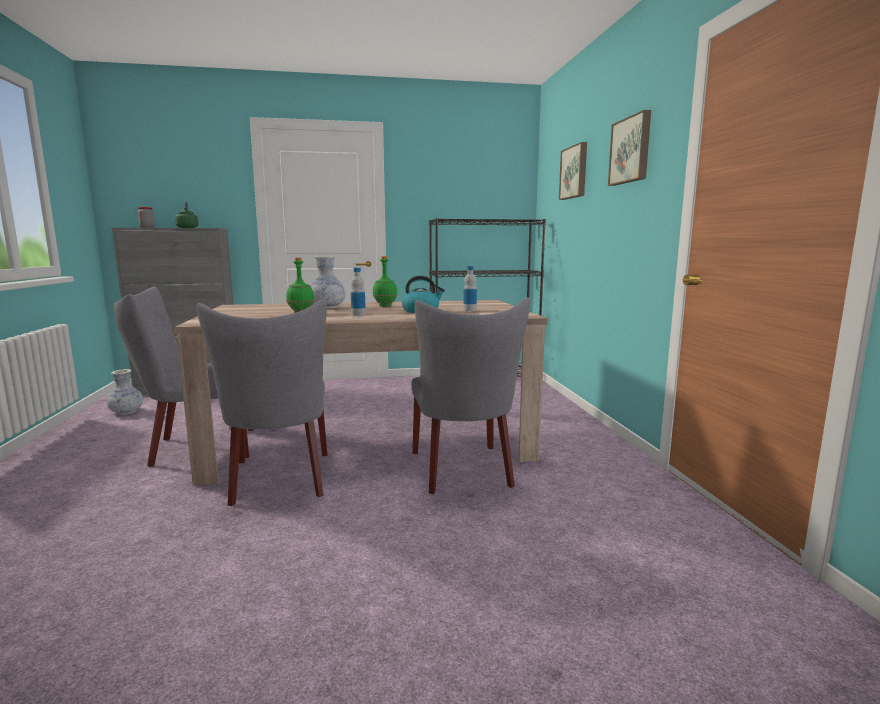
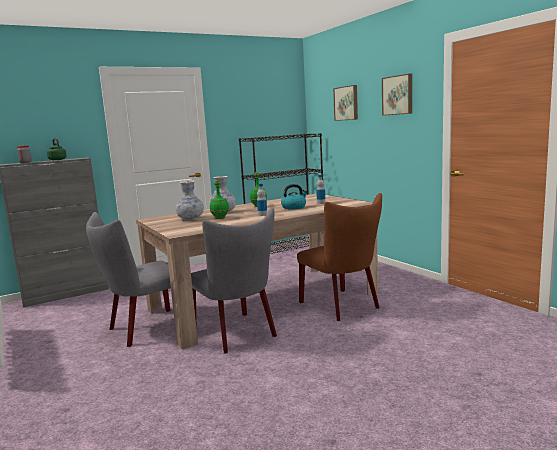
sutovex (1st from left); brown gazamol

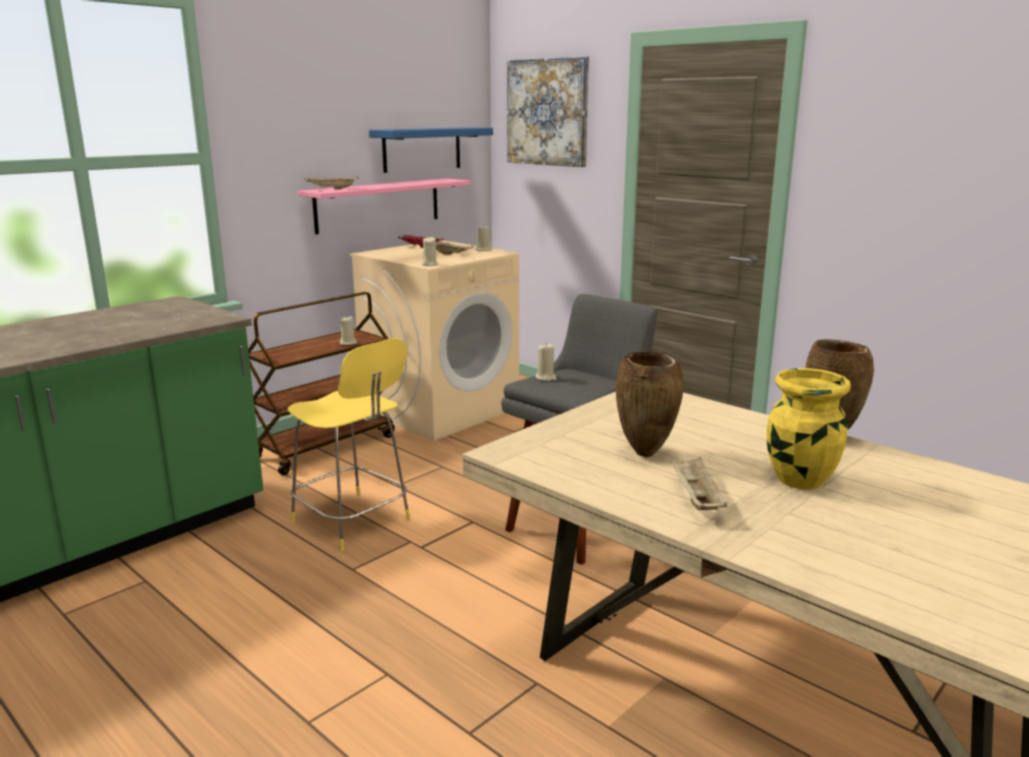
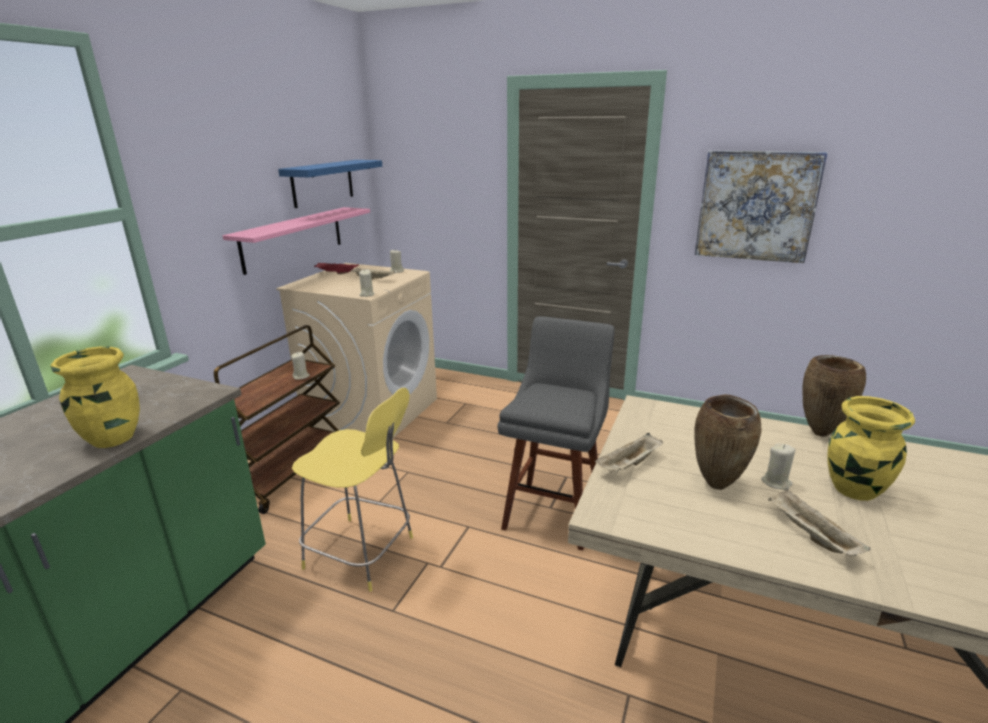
yellow sutovex (1st from left); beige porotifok (2nd from left); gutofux; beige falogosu (4th from left)

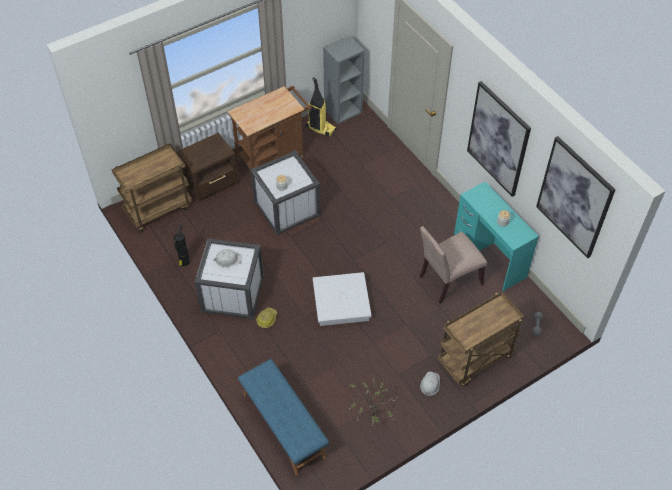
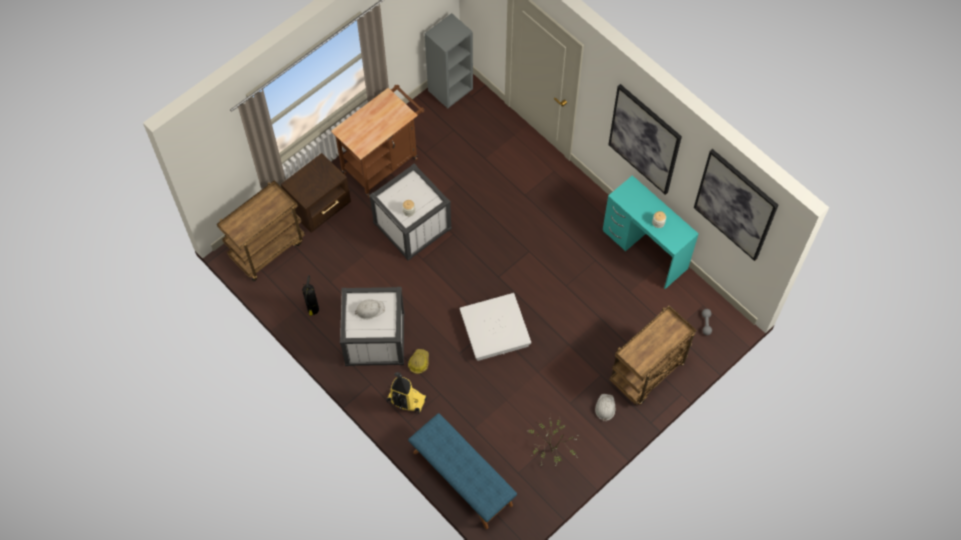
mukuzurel; beige gazamol

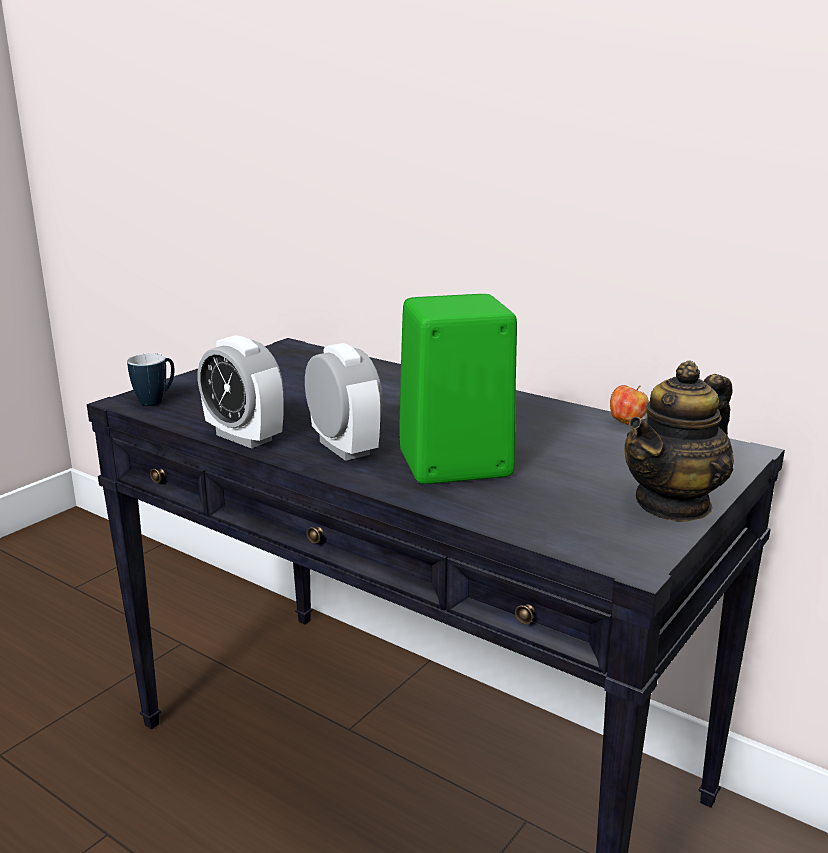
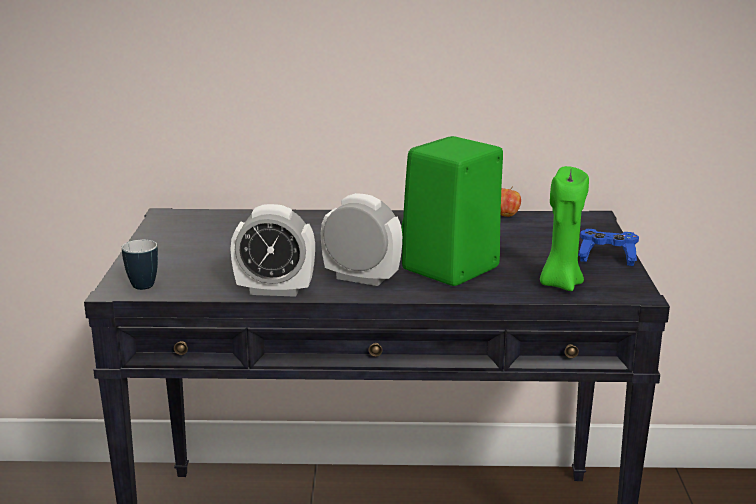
green falogosu; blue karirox

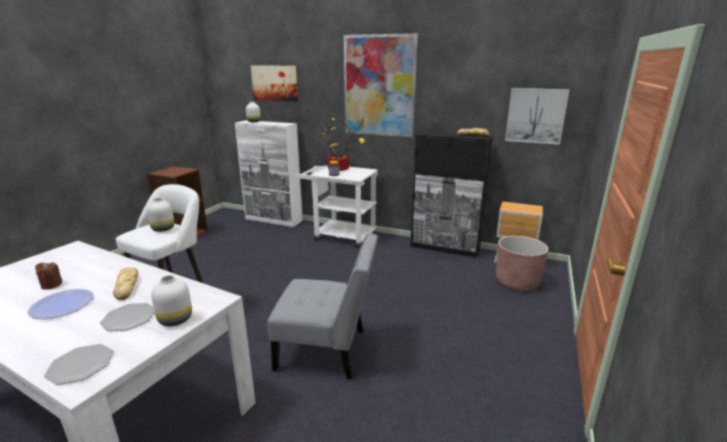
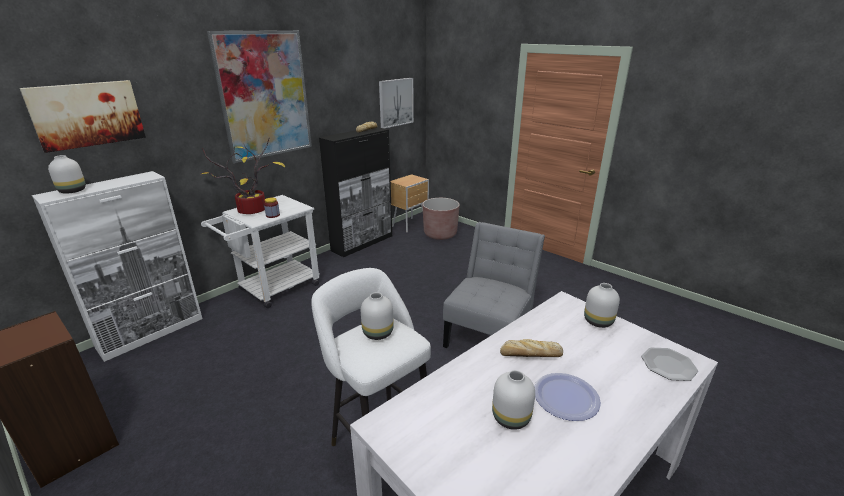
white sutovex (3rd from left); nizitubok (3rd from left in the first image)

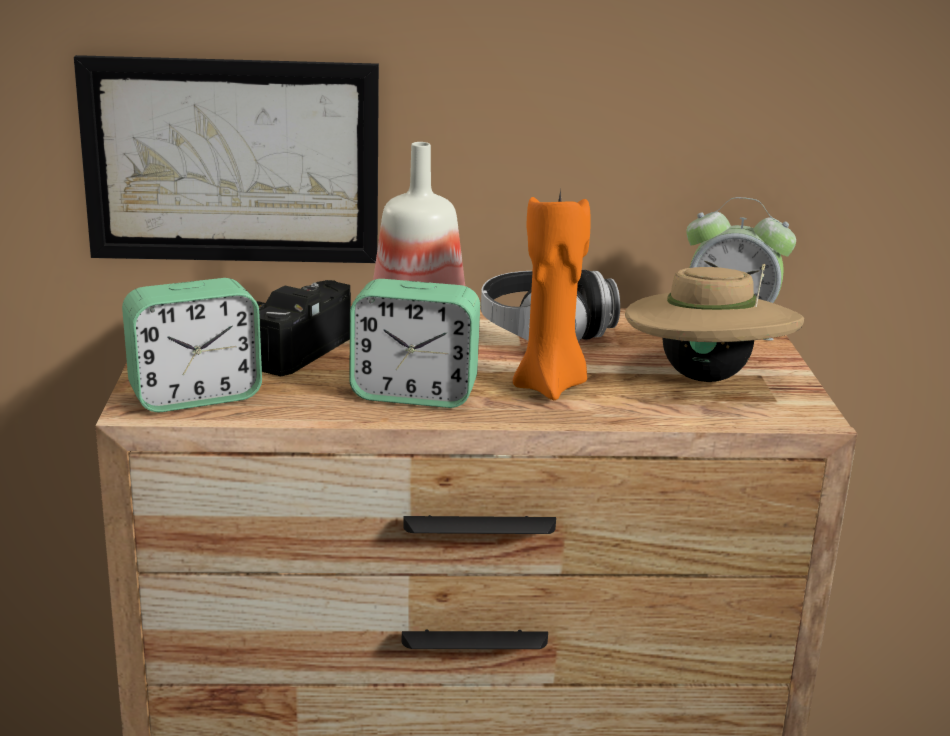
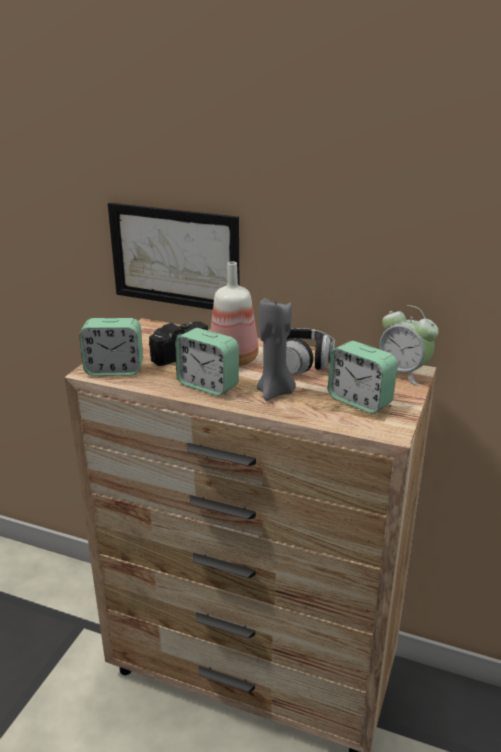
grey falogosu; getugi (3rd from left)

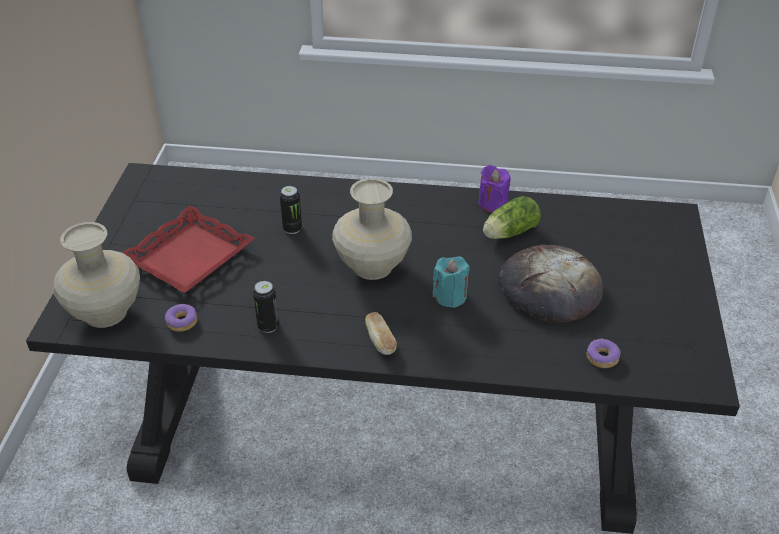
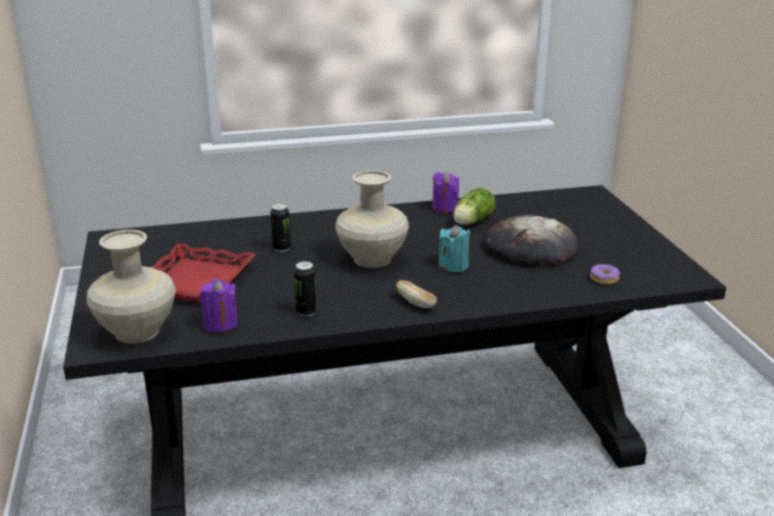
purple falogosu (1st from left)

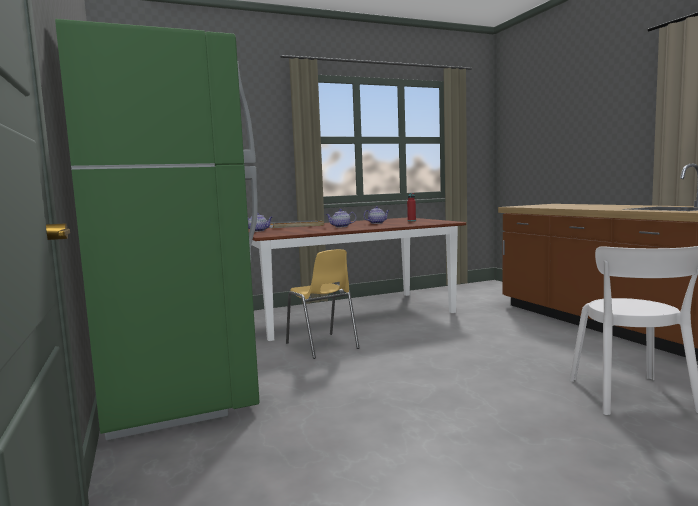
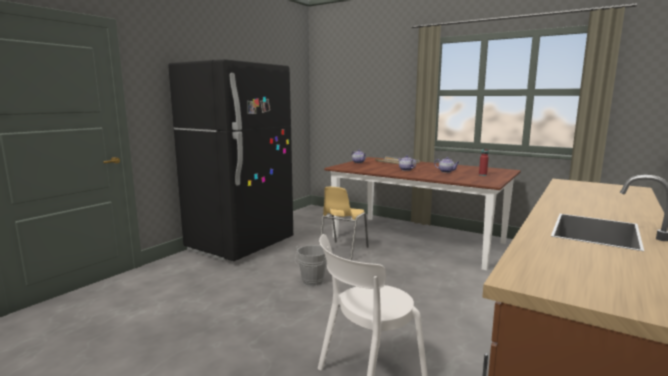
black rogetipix; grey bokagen

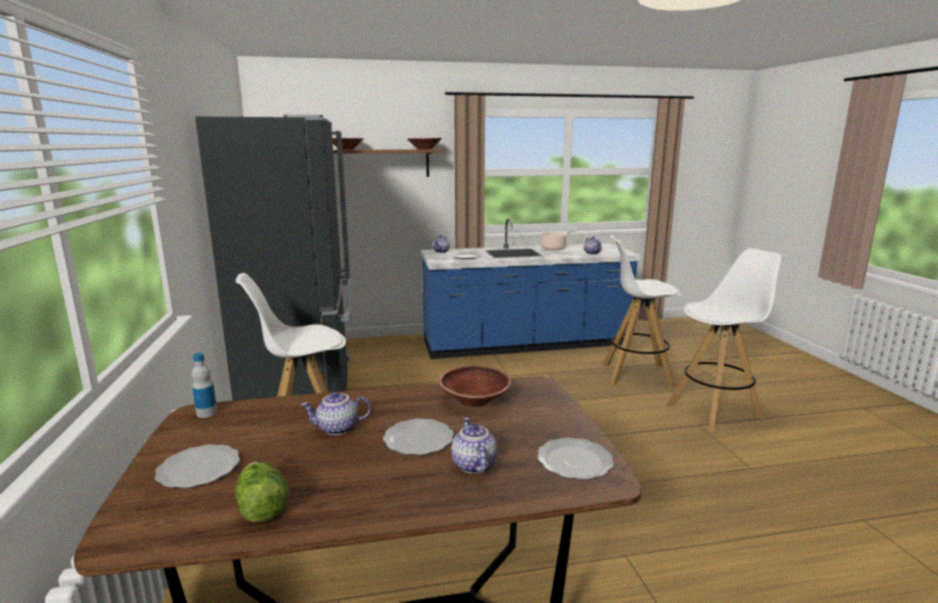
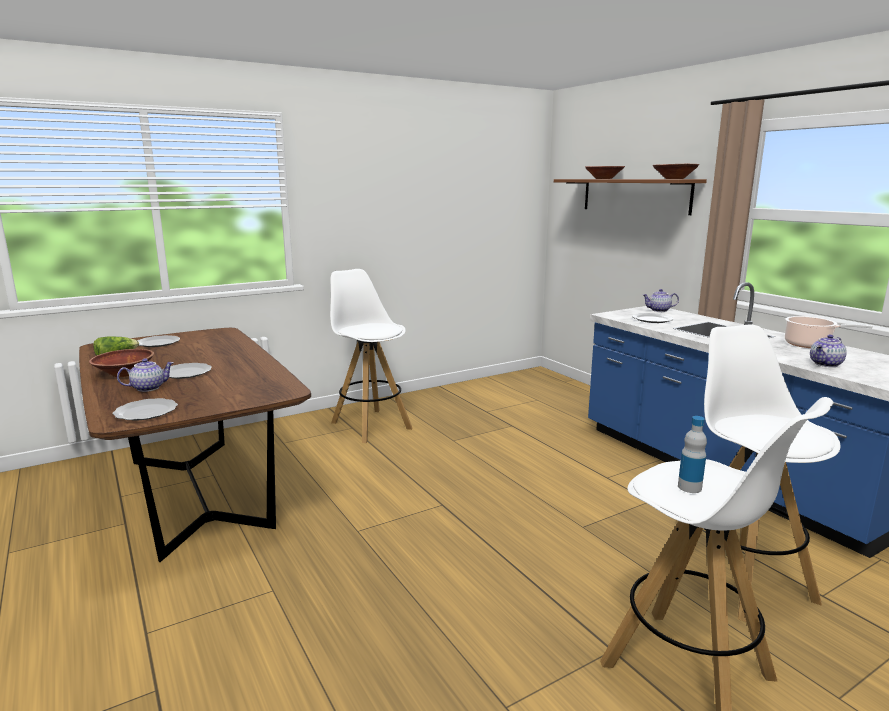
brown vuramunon (1st from left); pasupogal; black rogetipix; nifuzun (1st from left in the first image)

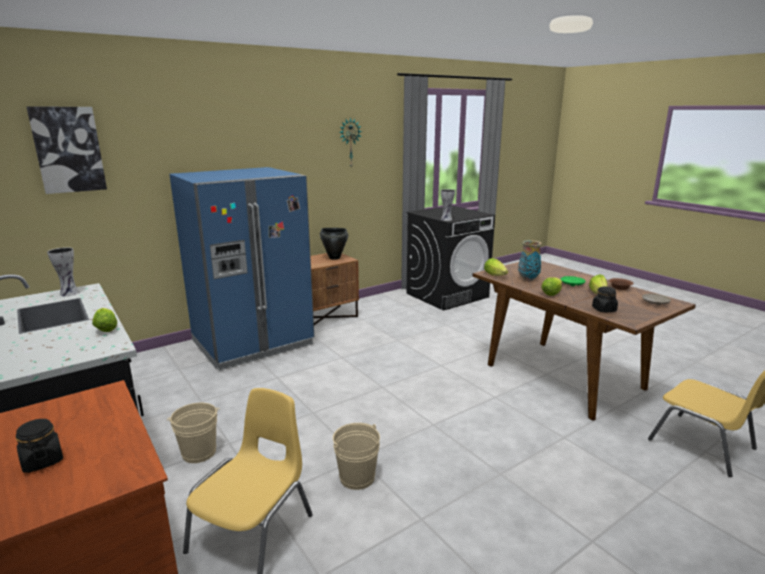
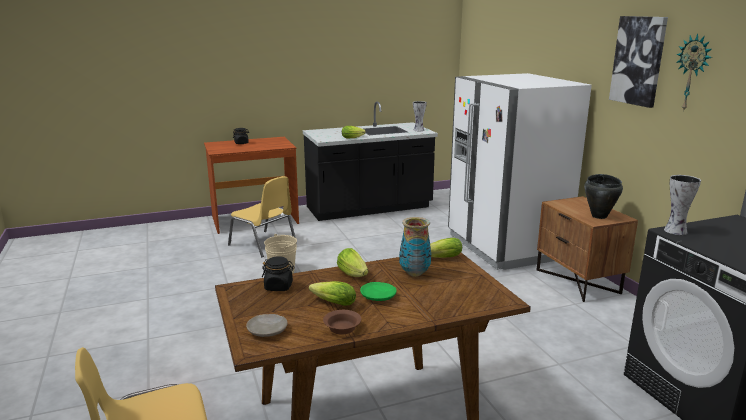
white rogetipix; gutofux; beige bokagen (1st from left in the first image)

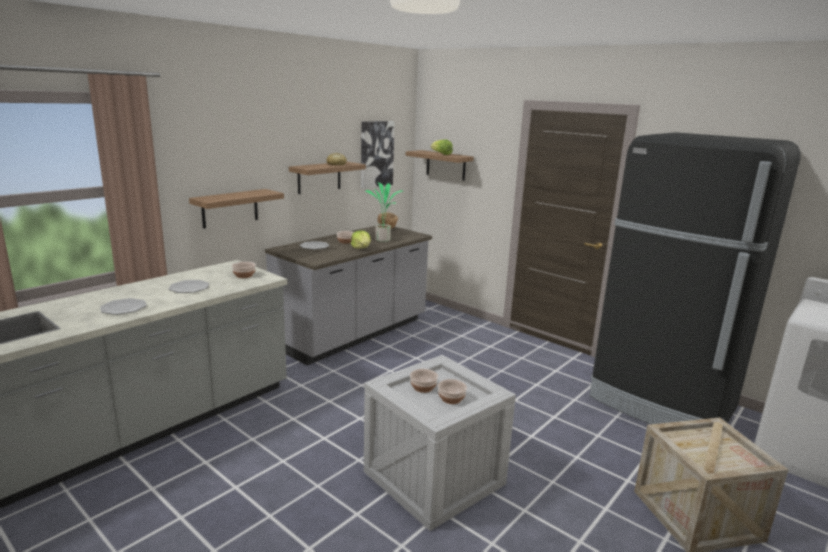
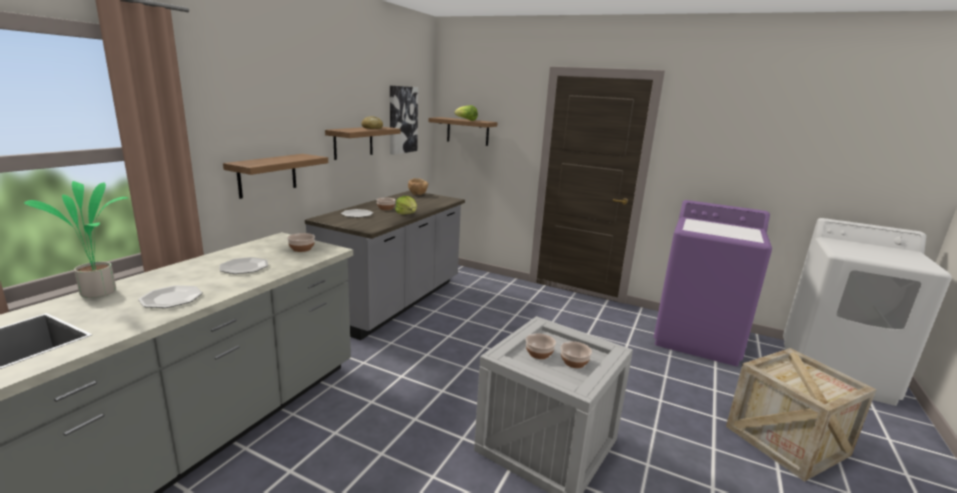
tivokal; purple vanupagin

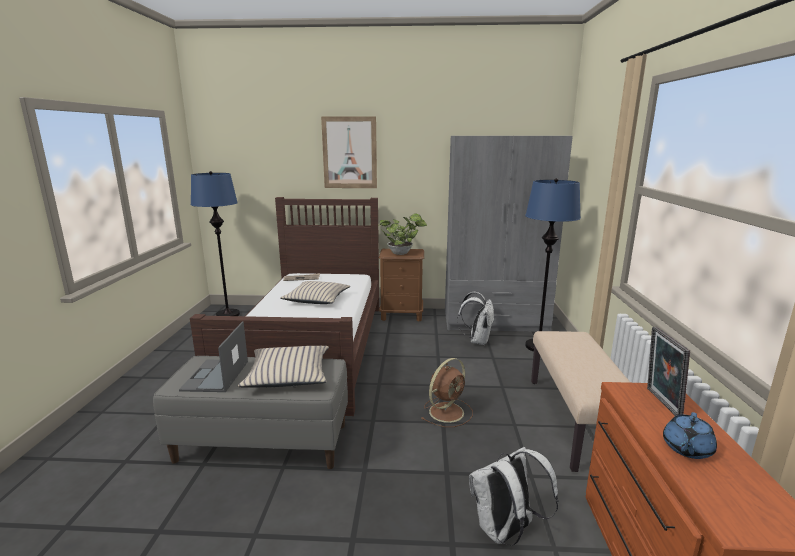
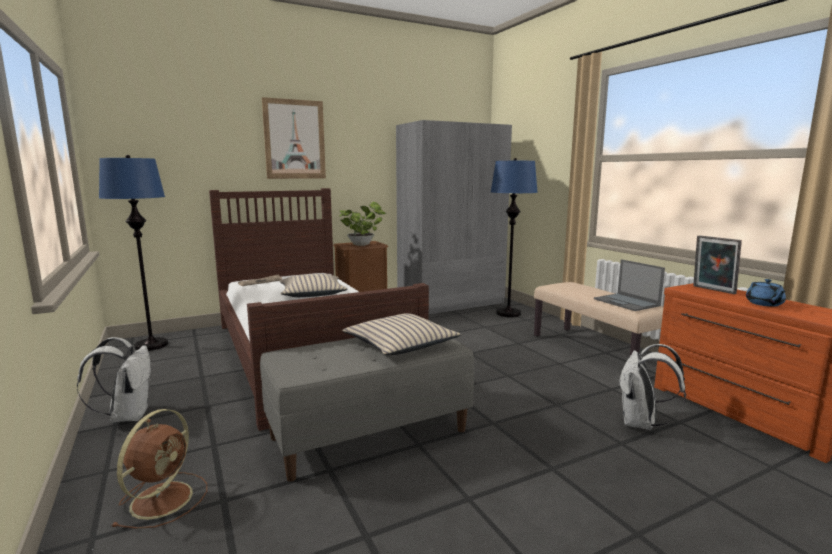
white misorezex (1st from left); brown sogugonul; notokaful

